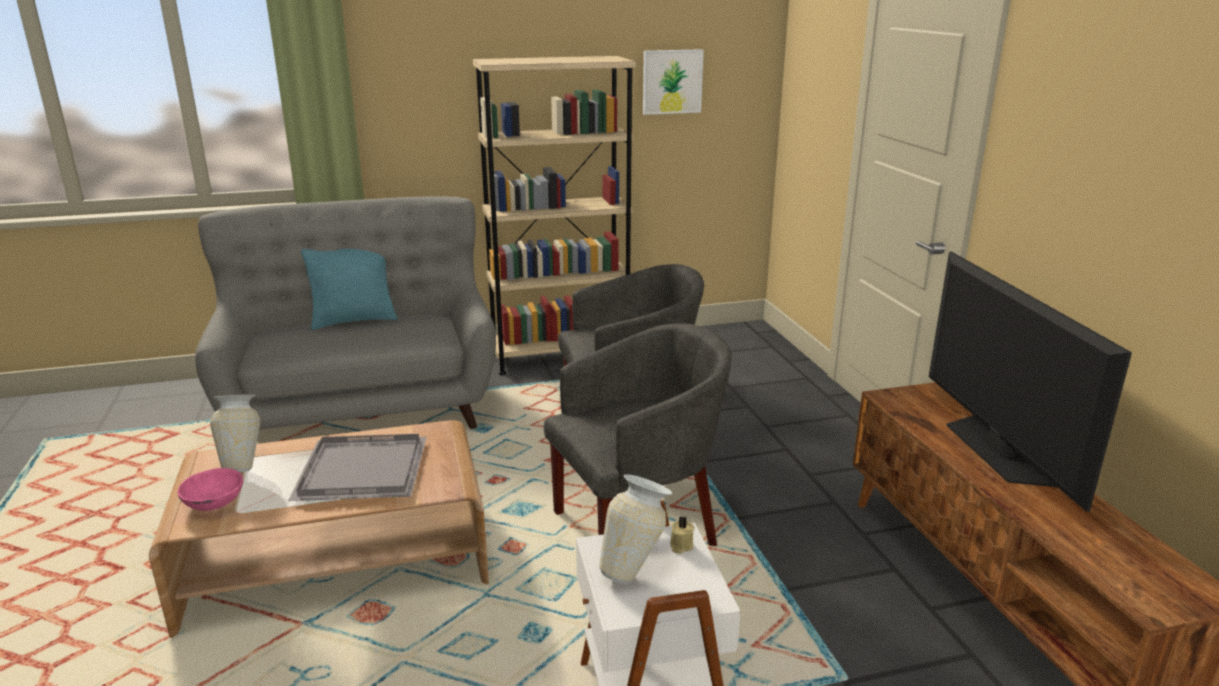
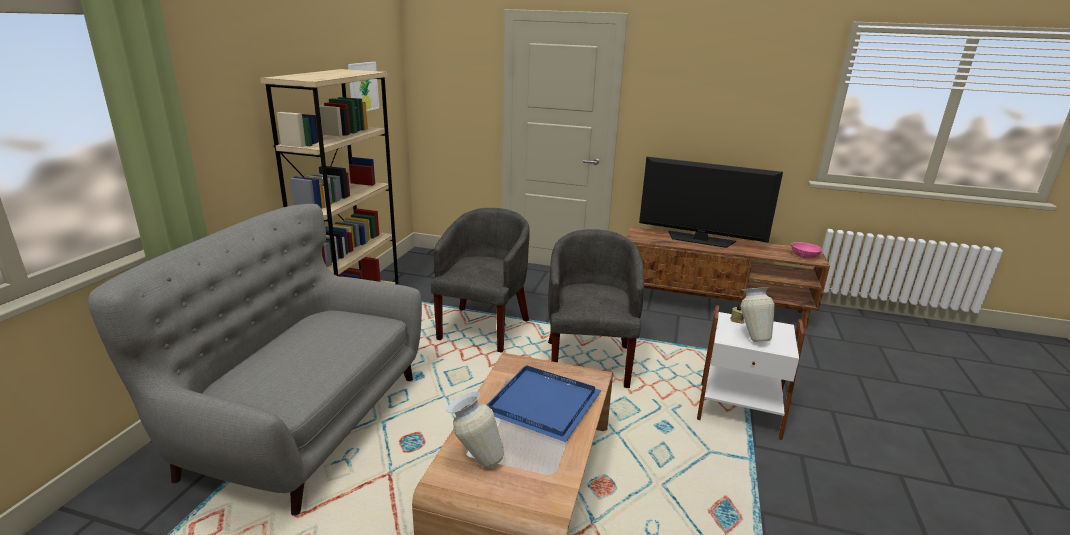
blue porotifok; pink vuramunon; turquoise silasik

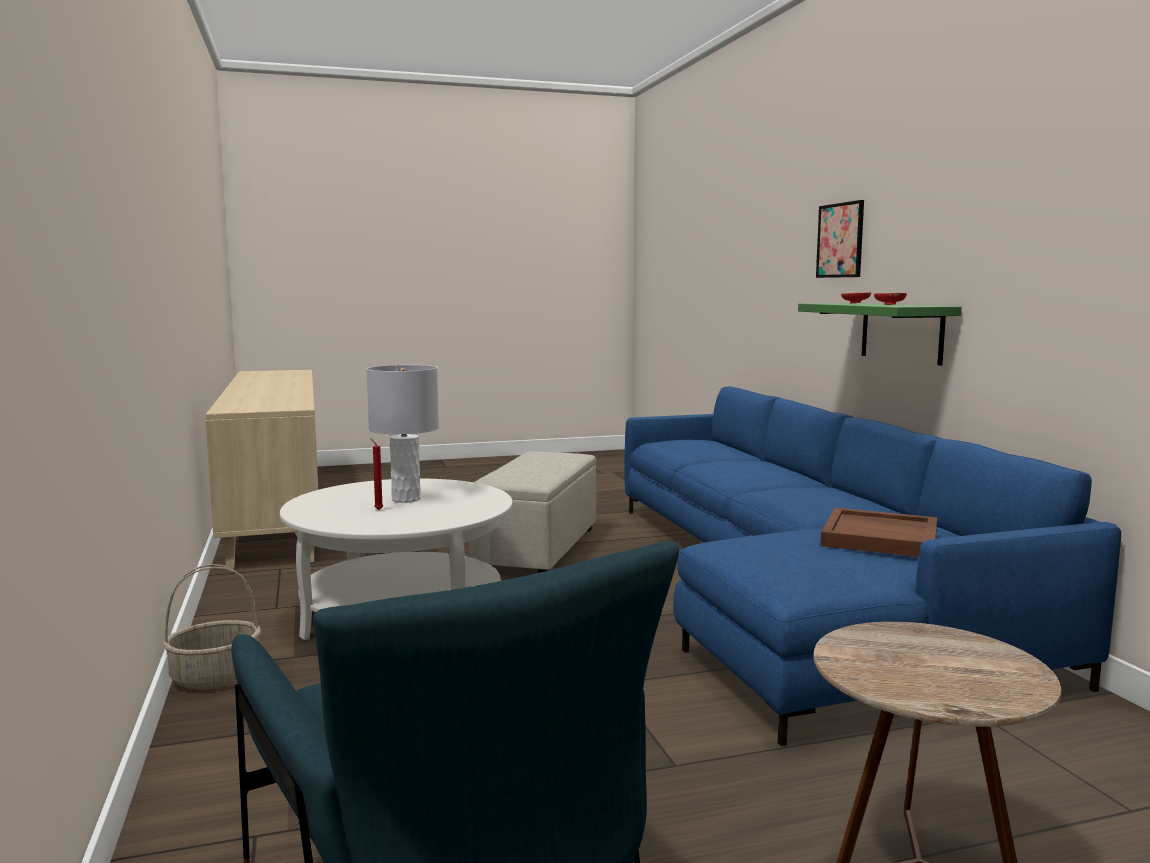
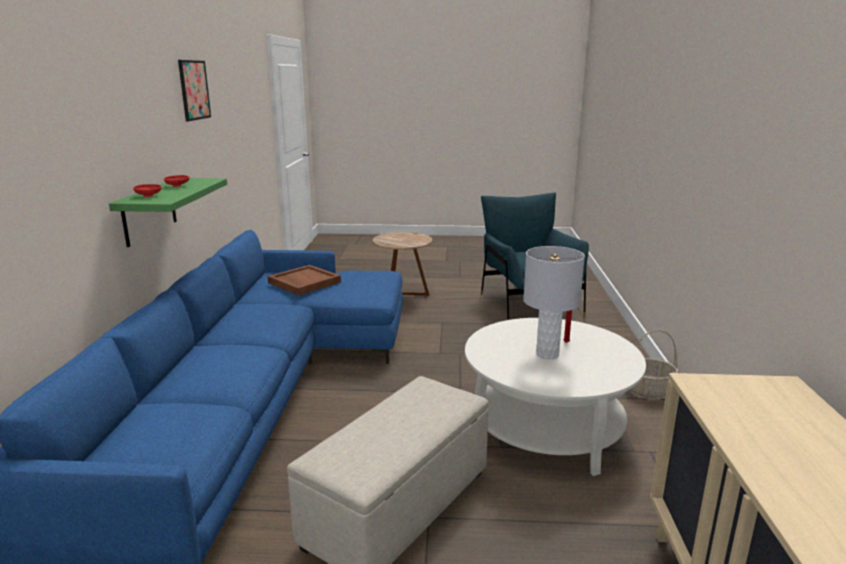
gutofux

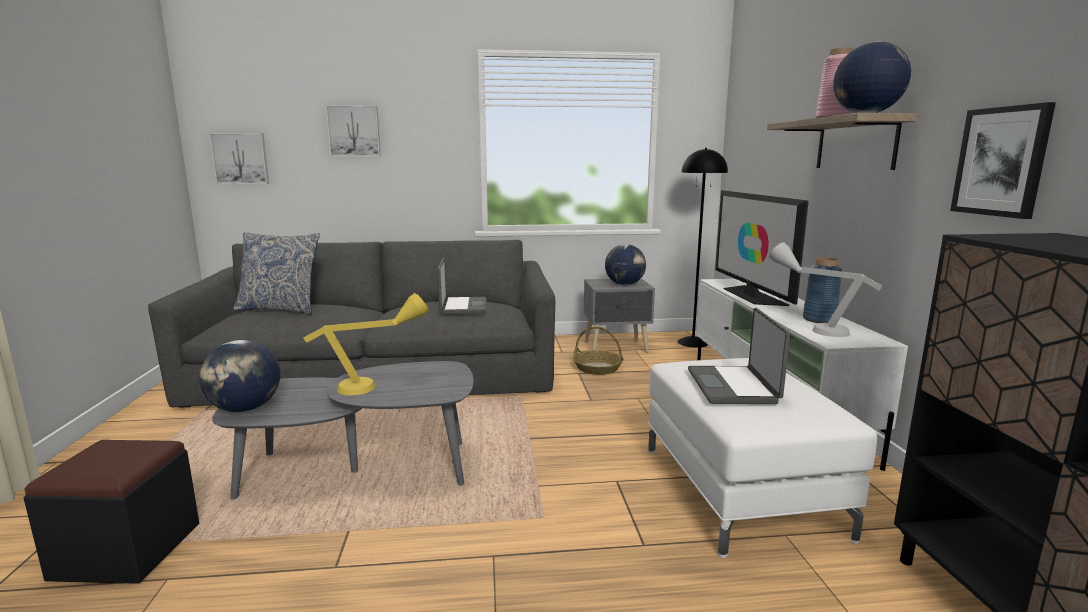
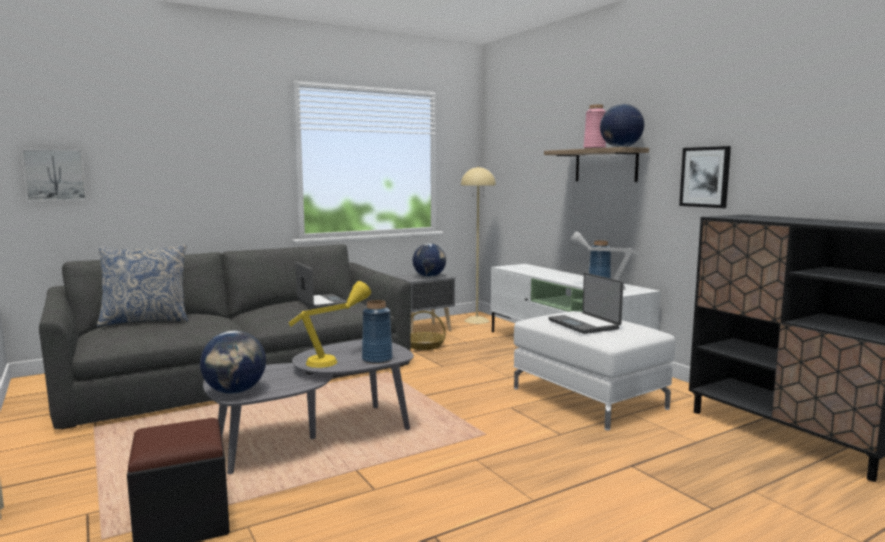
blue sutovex (1st from left); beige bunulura; gutofux (2nd from left in the first image); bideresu

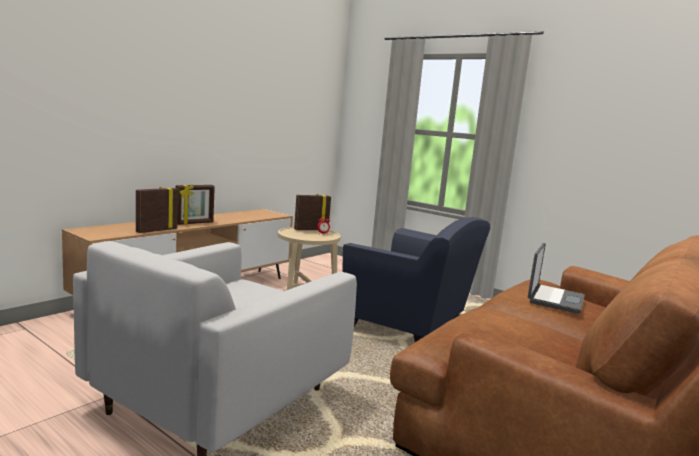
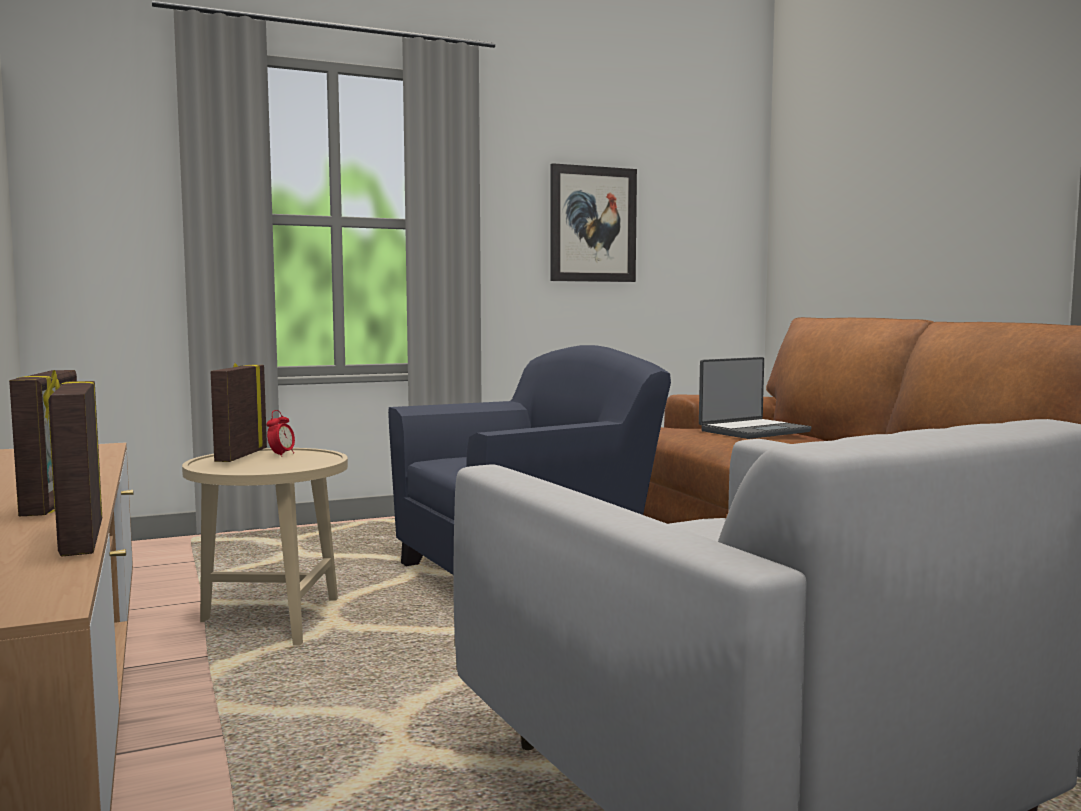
gutofux; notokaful

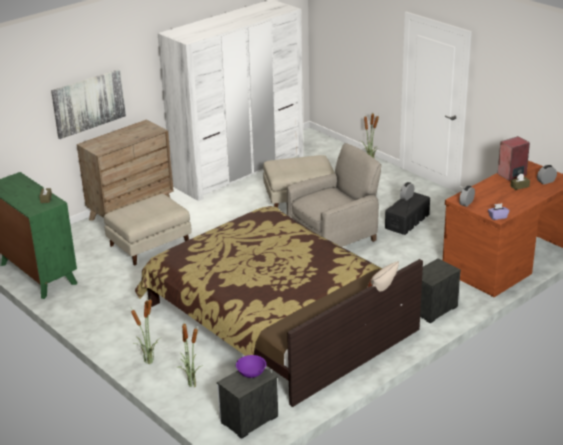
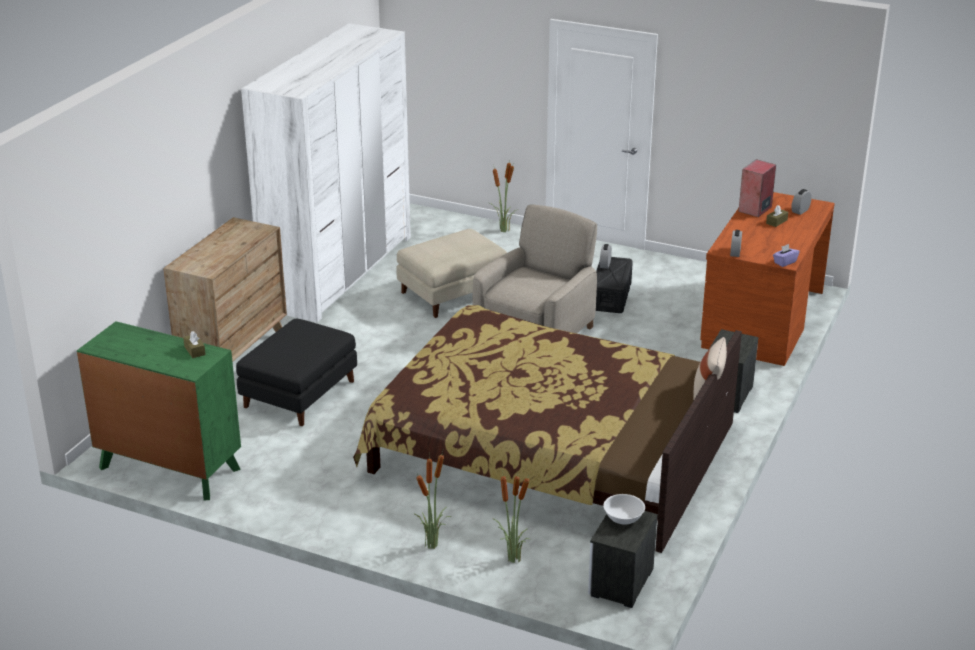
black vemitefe; white vuramunon; gutofux

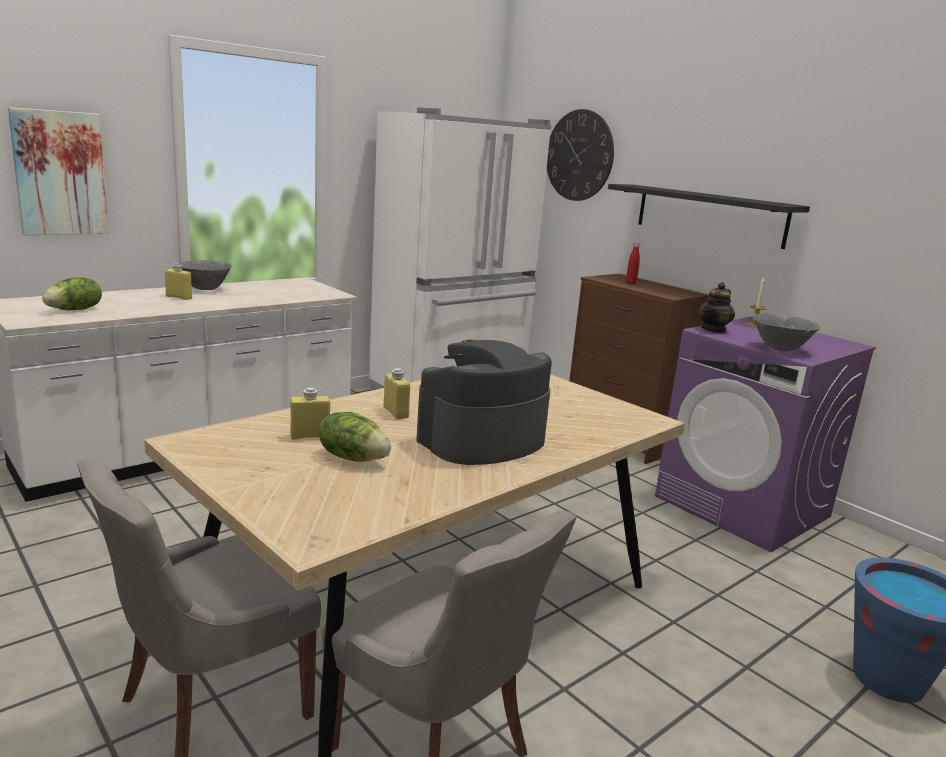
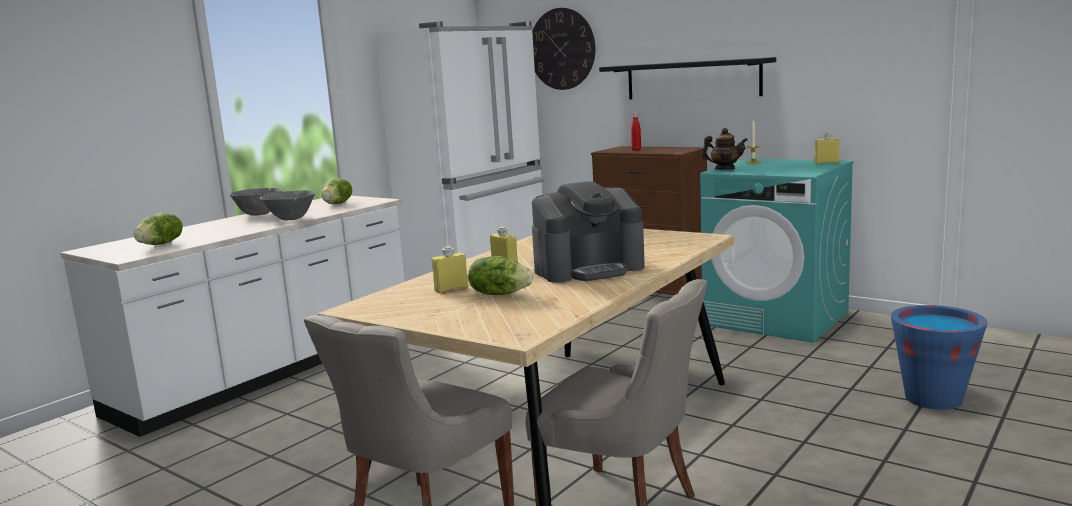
grey vuramunon (2nd from left); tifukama (2nd from left); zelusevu; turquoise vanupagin; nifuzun; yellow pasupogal (3rd from left); gutofux

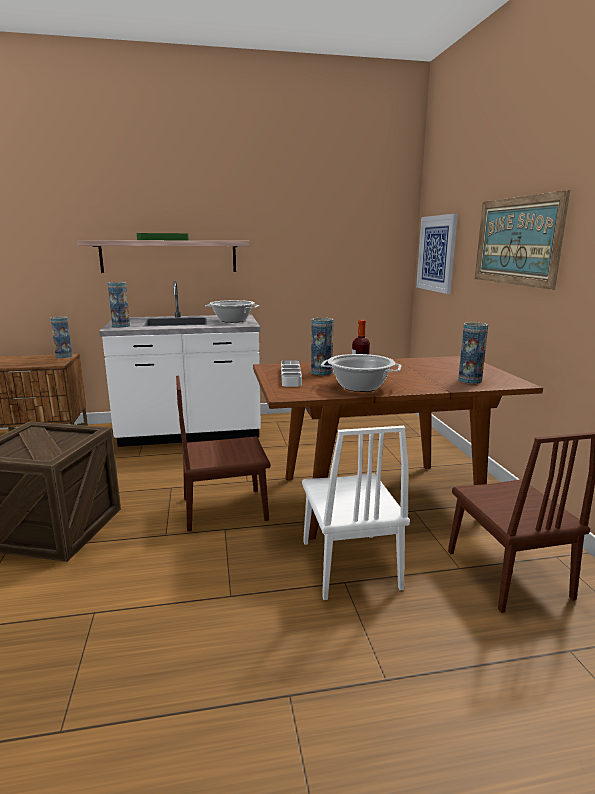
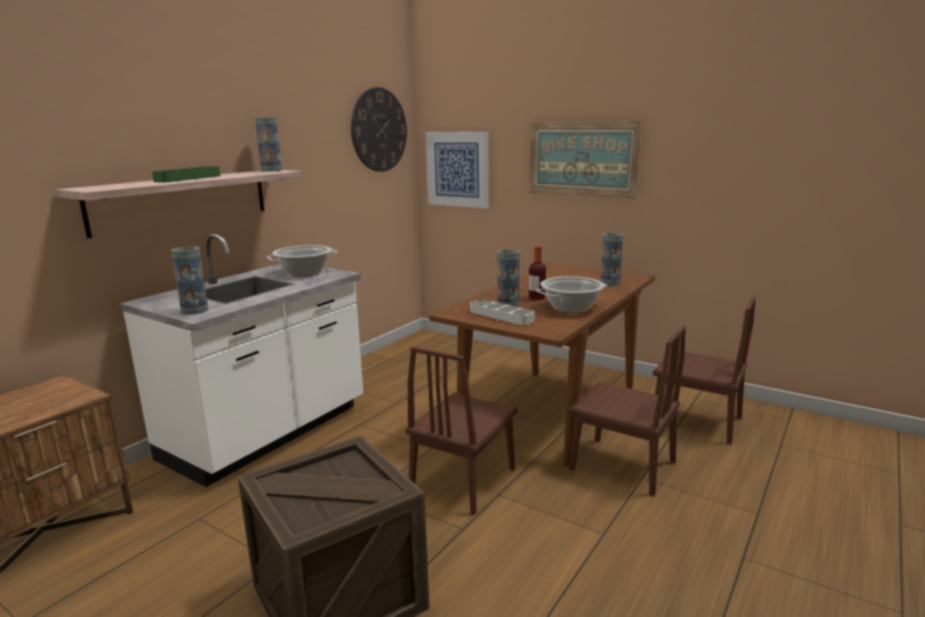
sutovex (2nd from left); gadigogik; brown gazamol (2nd from left)

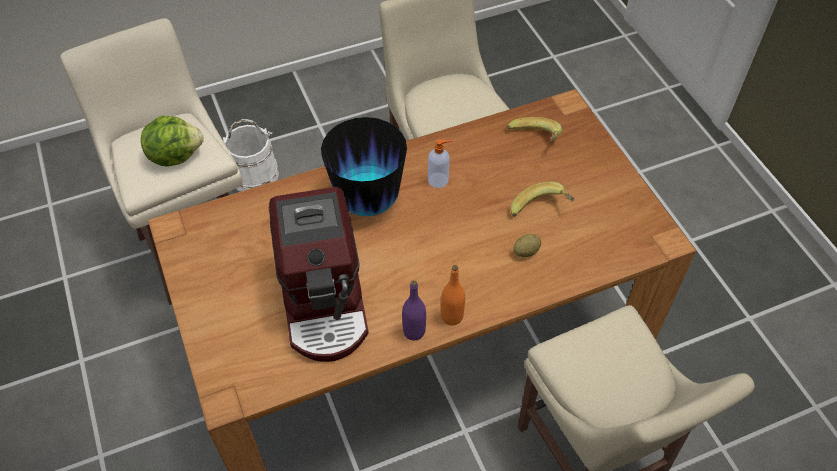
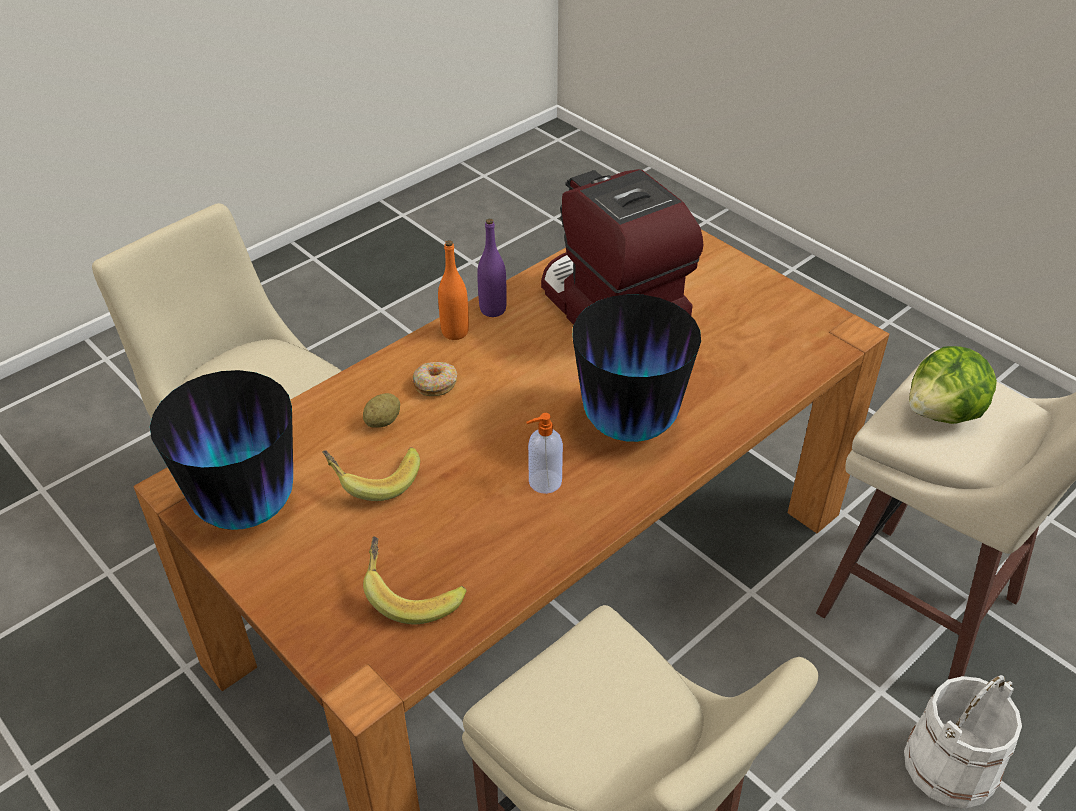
sutovex (1st from left); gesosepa

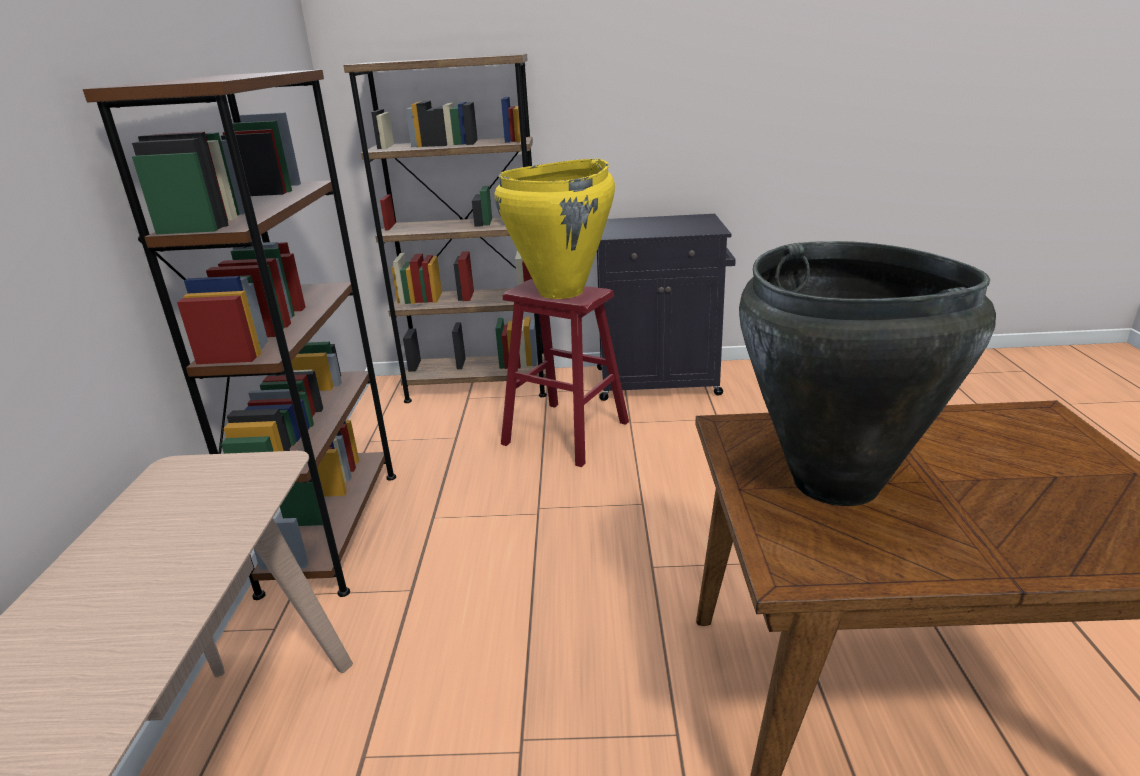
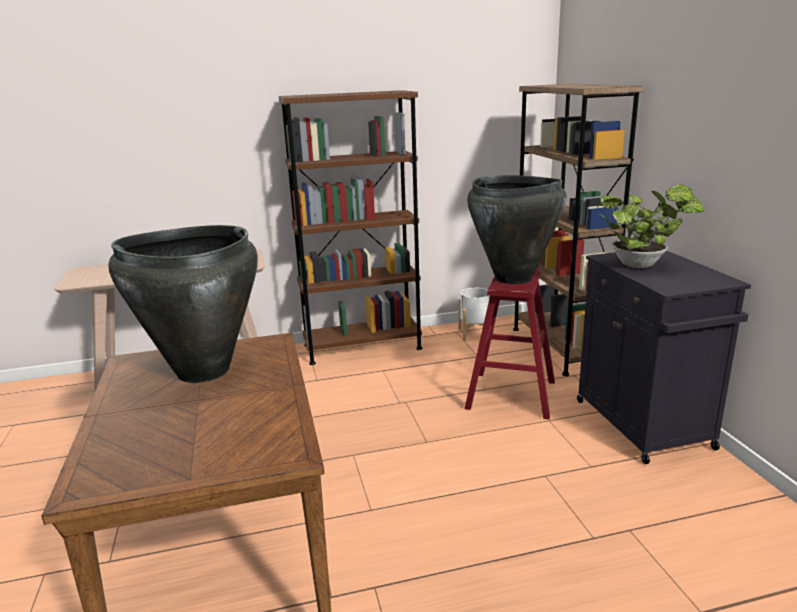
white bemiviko; black sutovex (2nd from left); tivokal

